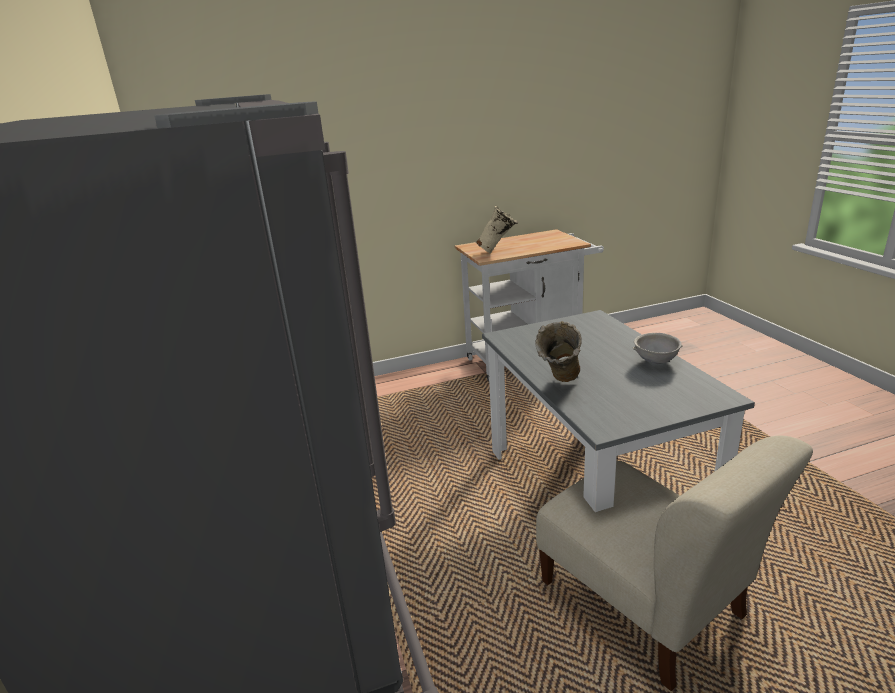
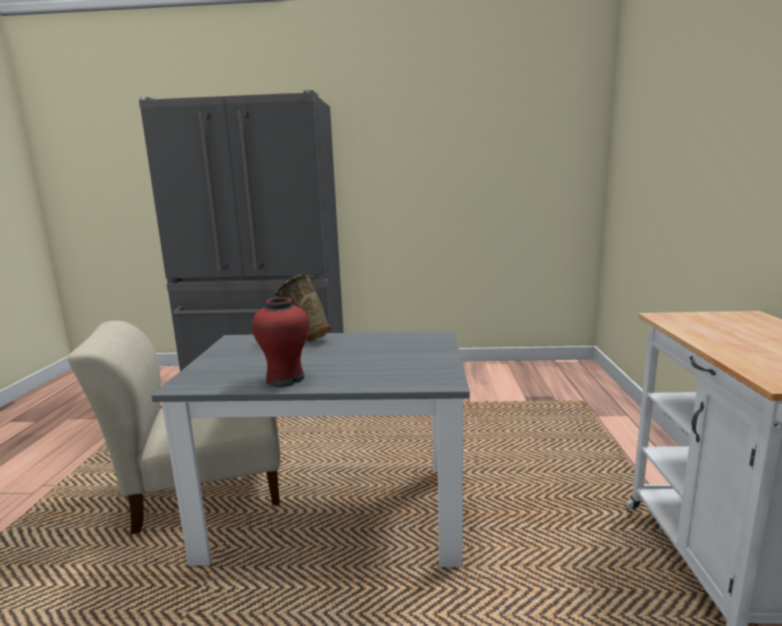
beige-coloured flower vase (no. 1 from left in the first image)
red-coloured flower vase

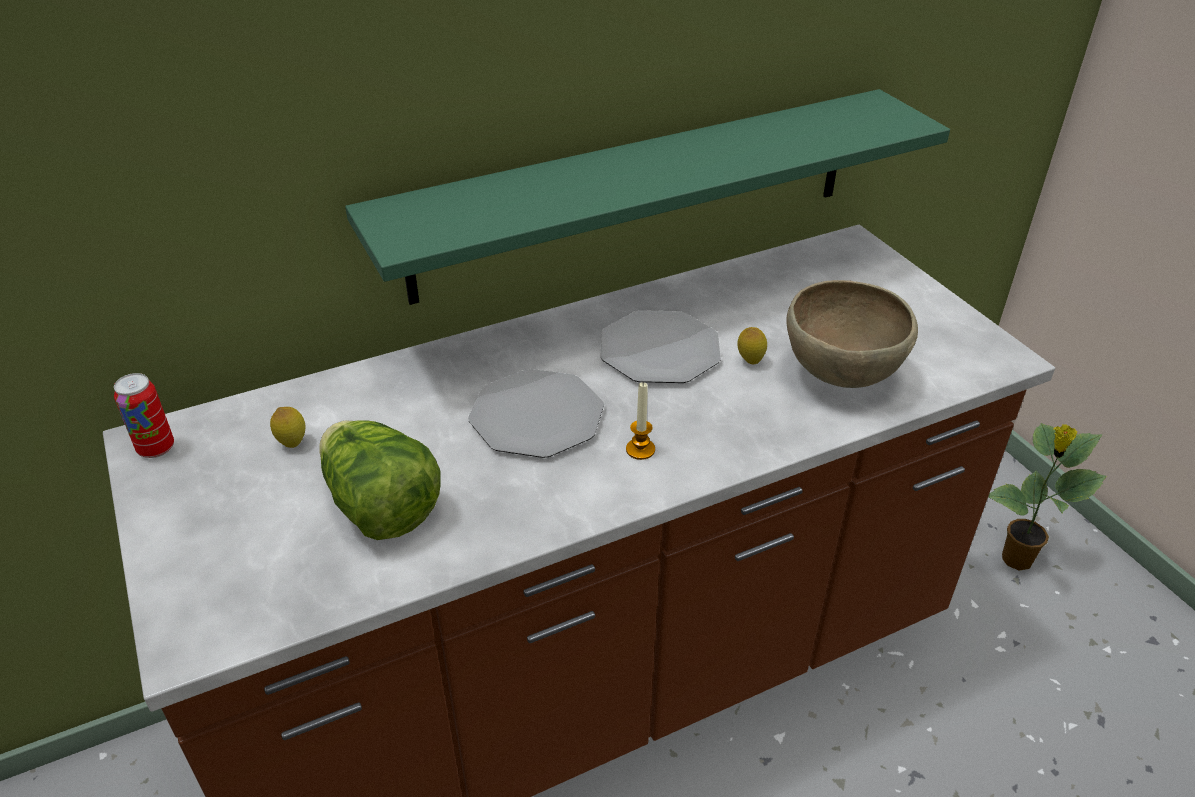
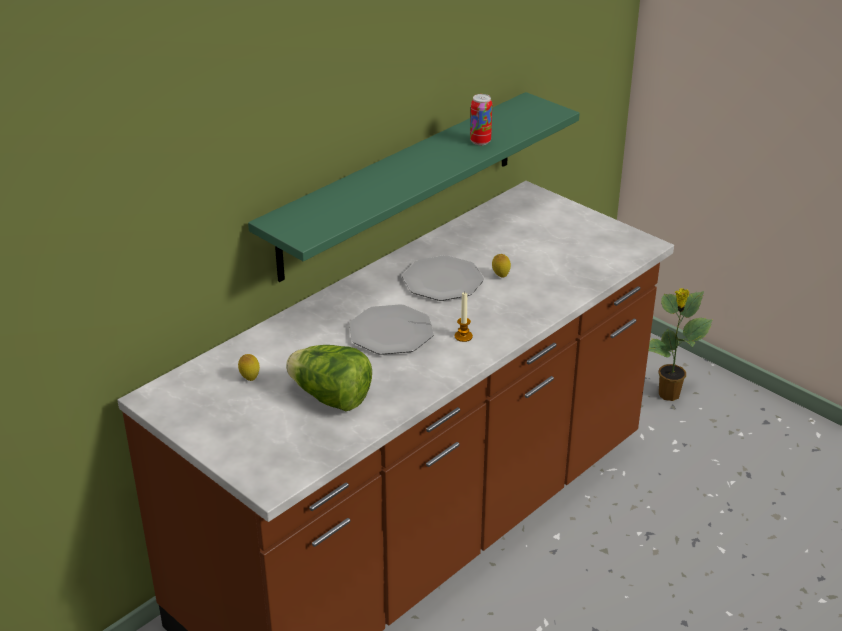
brown-coloured serving bowl
sealed can

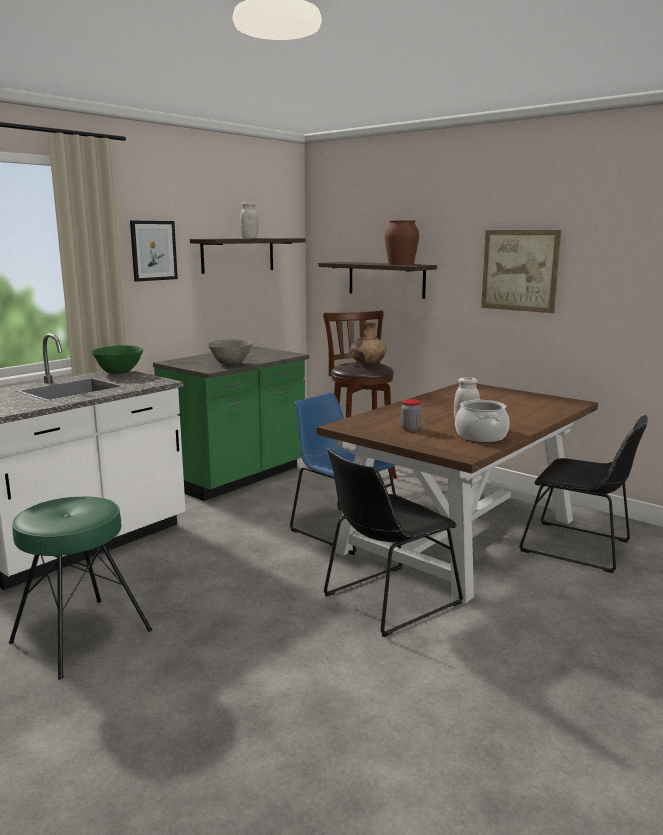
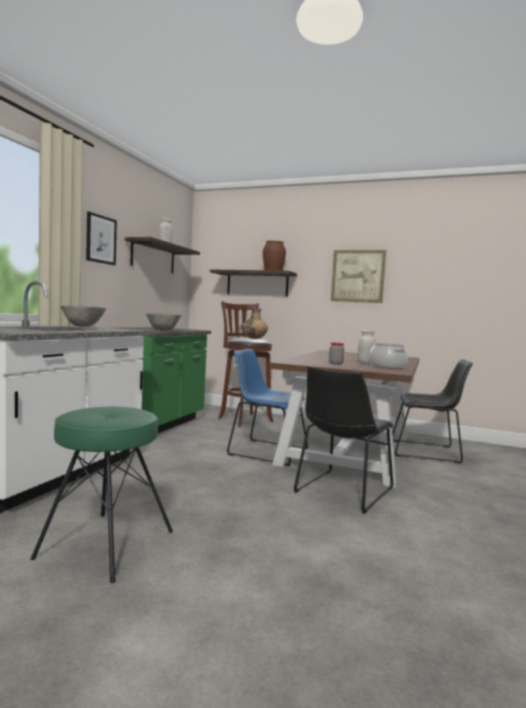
gray serving bowl (no. 1 from left)

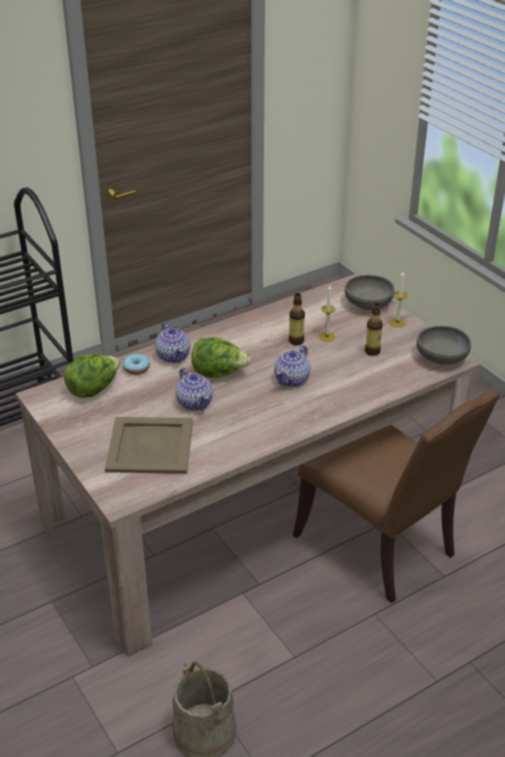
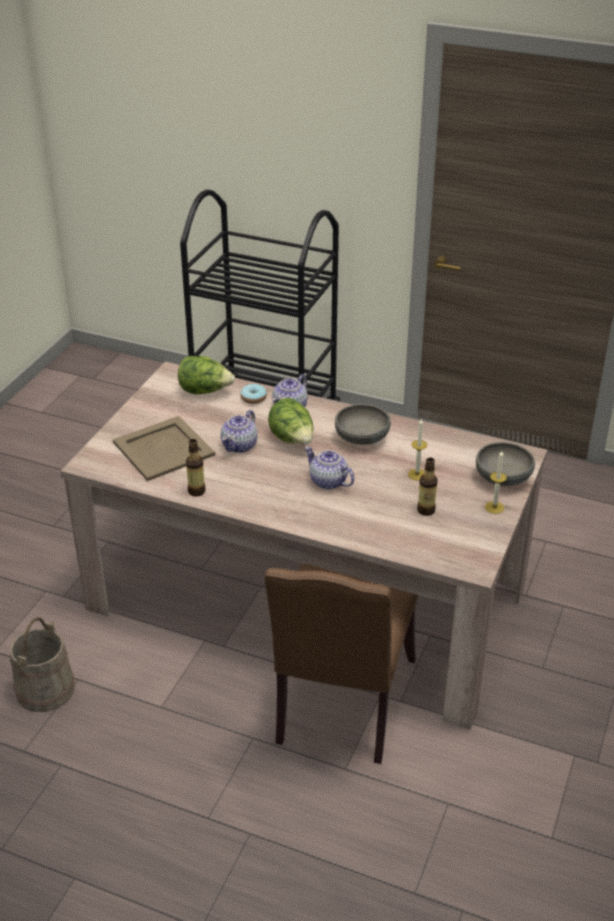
bottle (no. 1 from left)
gray serving bowl (no. 1 from left)
tea pot (no. 3 from left)

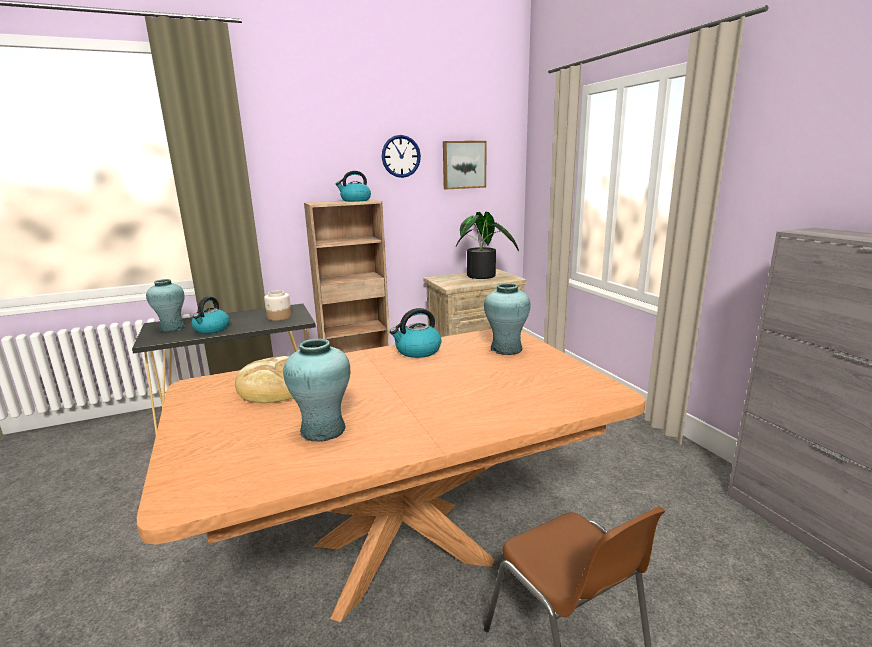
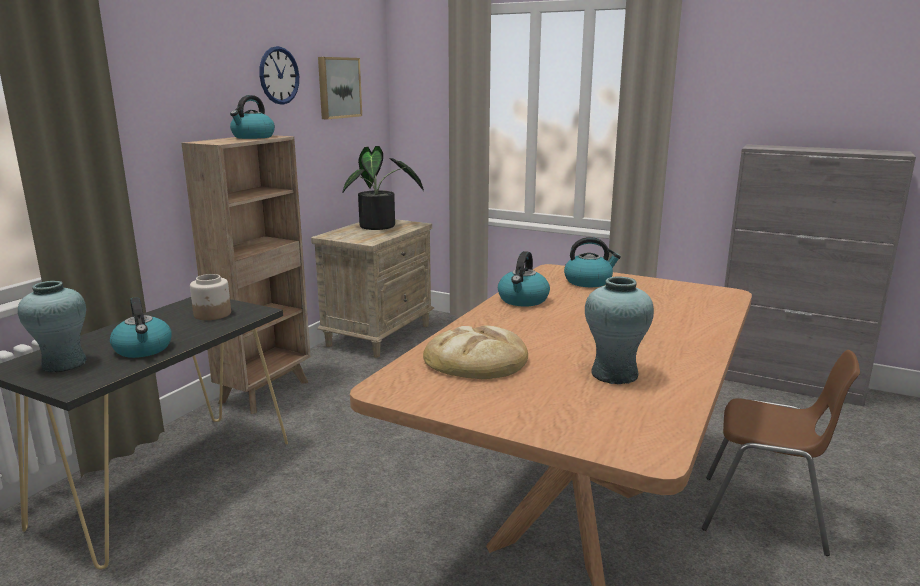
kettle (no. 4 from left)

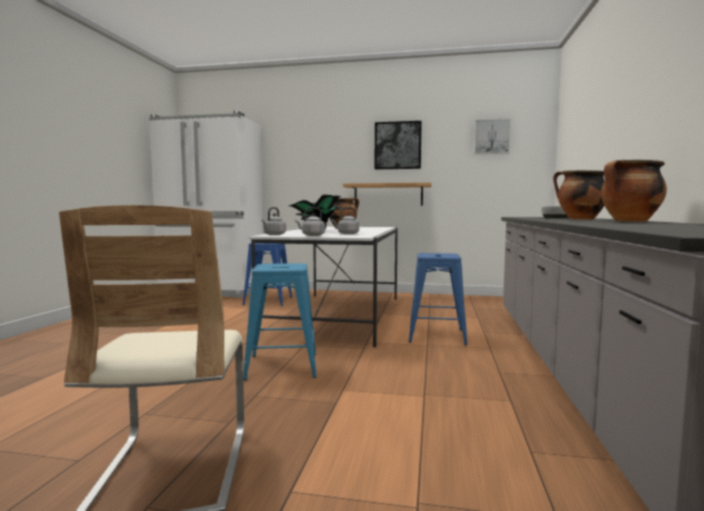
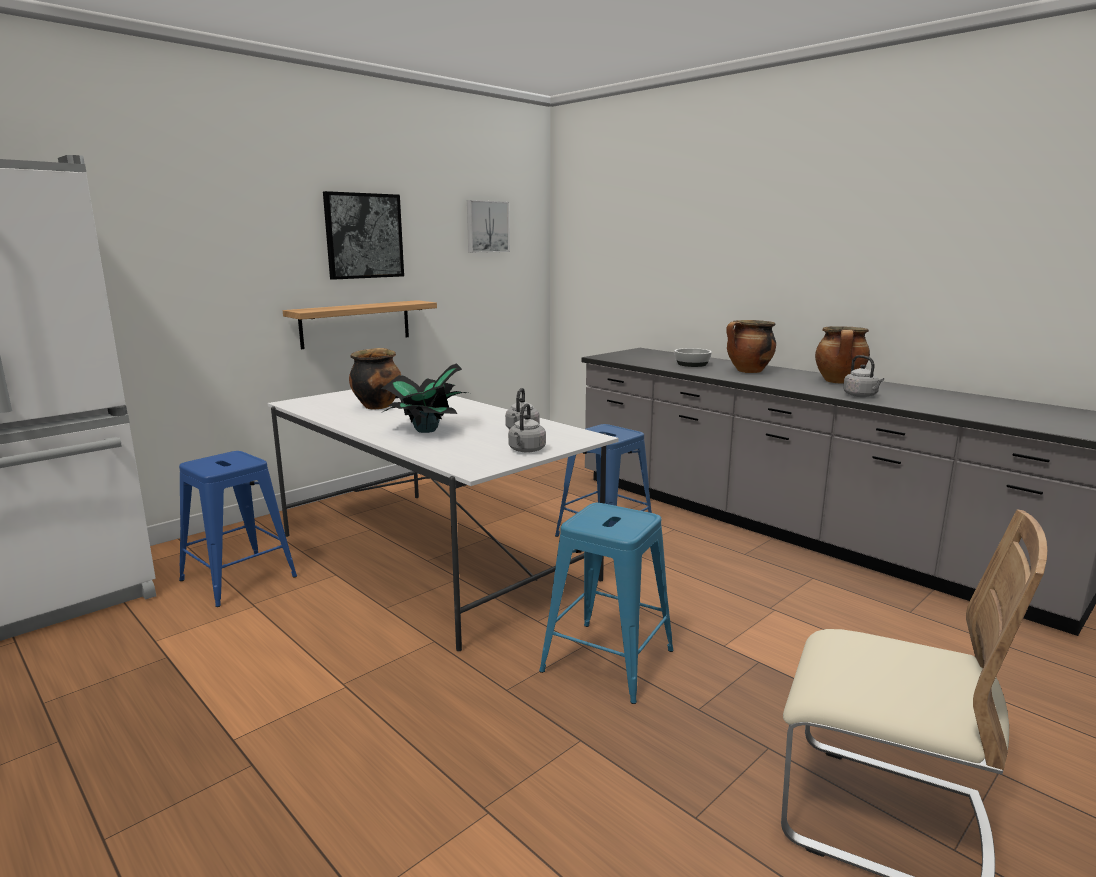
gray kettle (no. 3 from left)

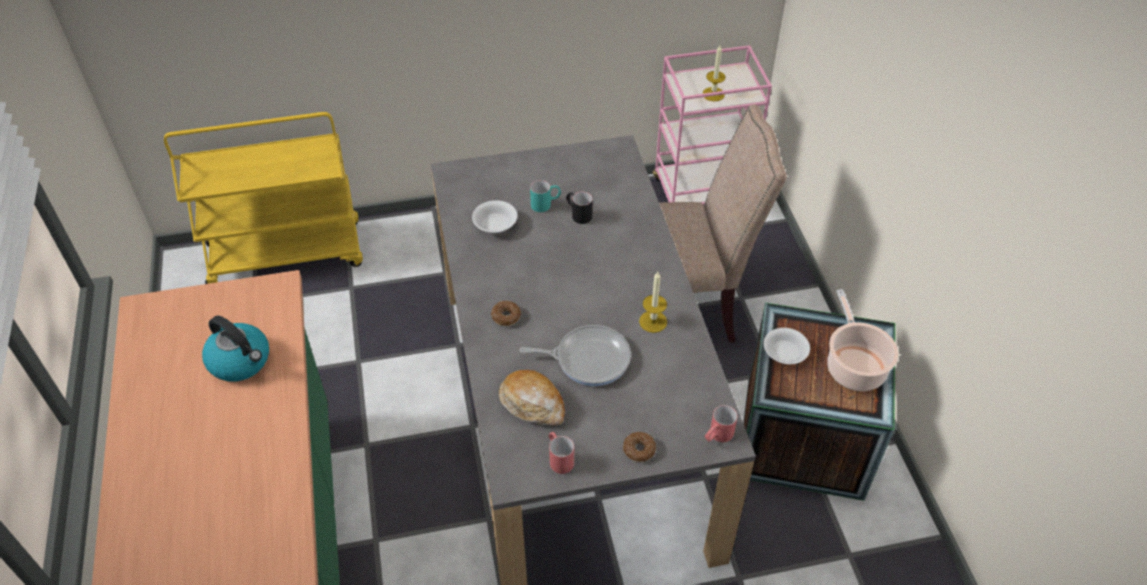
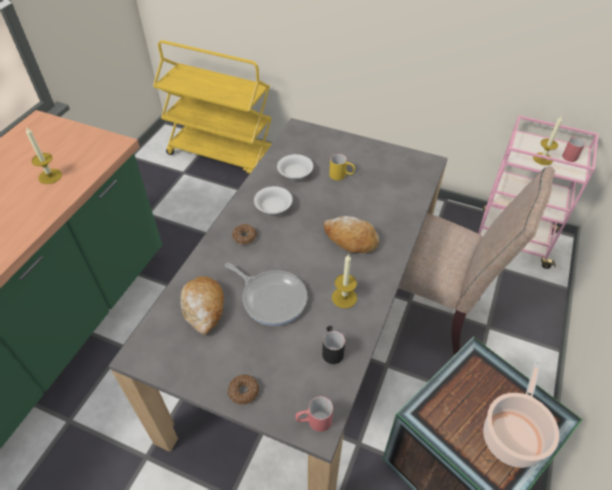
bakery bread (no. 2 from left)
red-coloured mug (no. 2 from left)
black mug
whitish serving bowl (no. 1 from left)
candle (no. 1 from left)
yellow-coloured mug

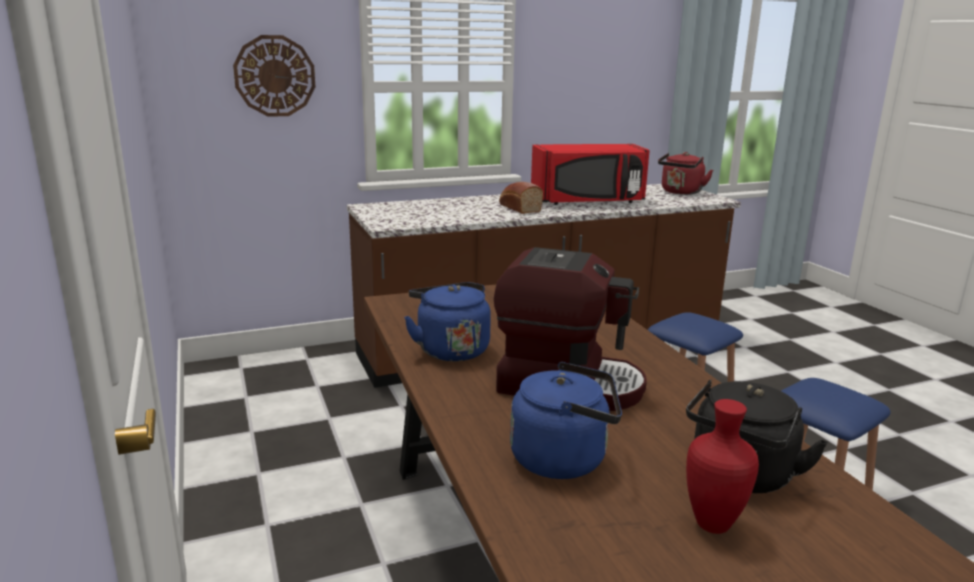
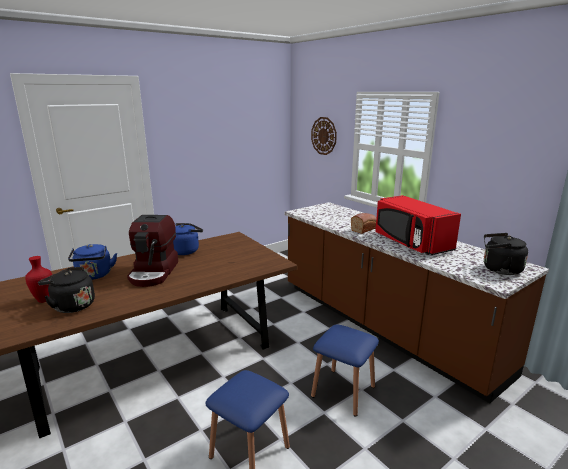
black kettle (no. 2 from left)

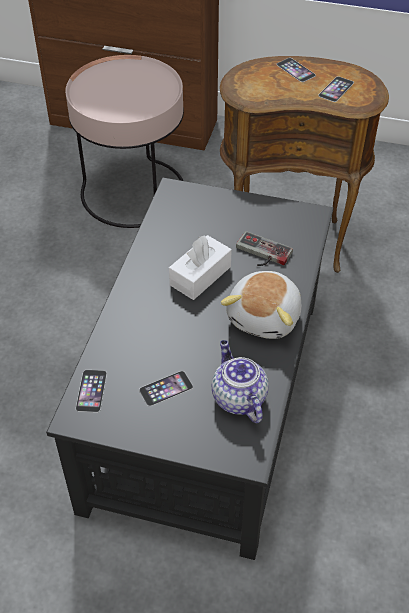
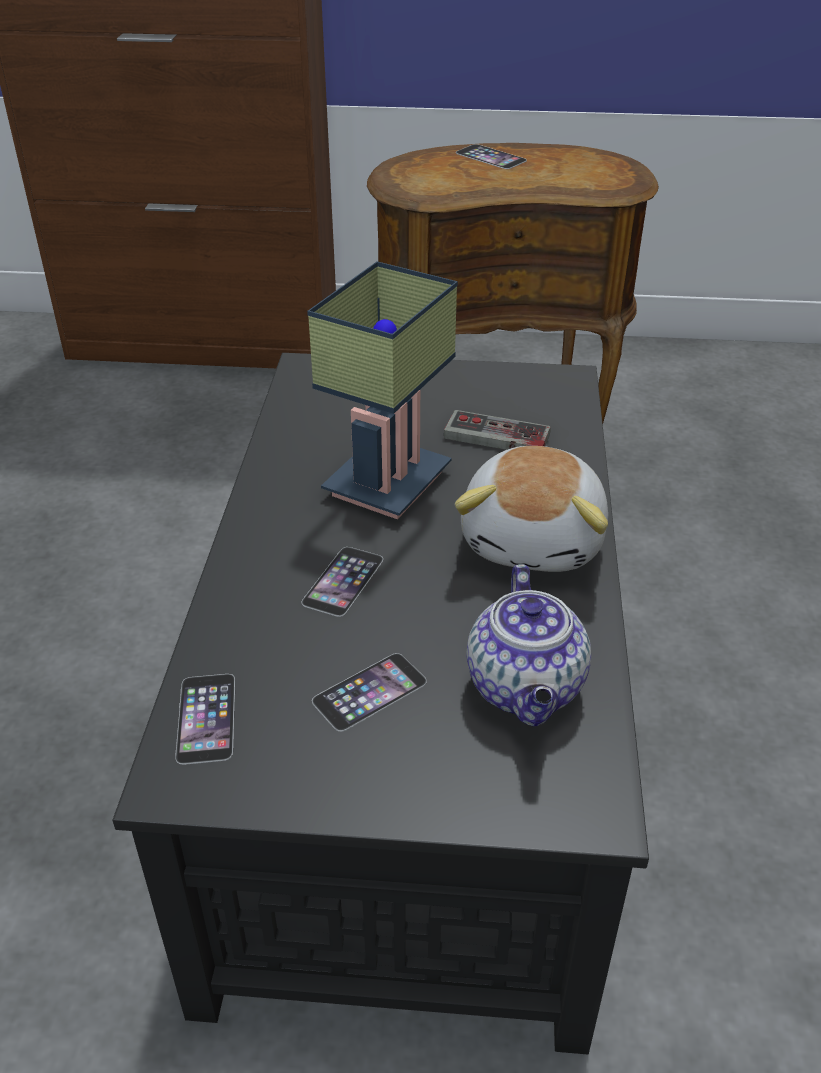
pink accent table
phone (no. 2 from left)
lamp for a table
tea pot

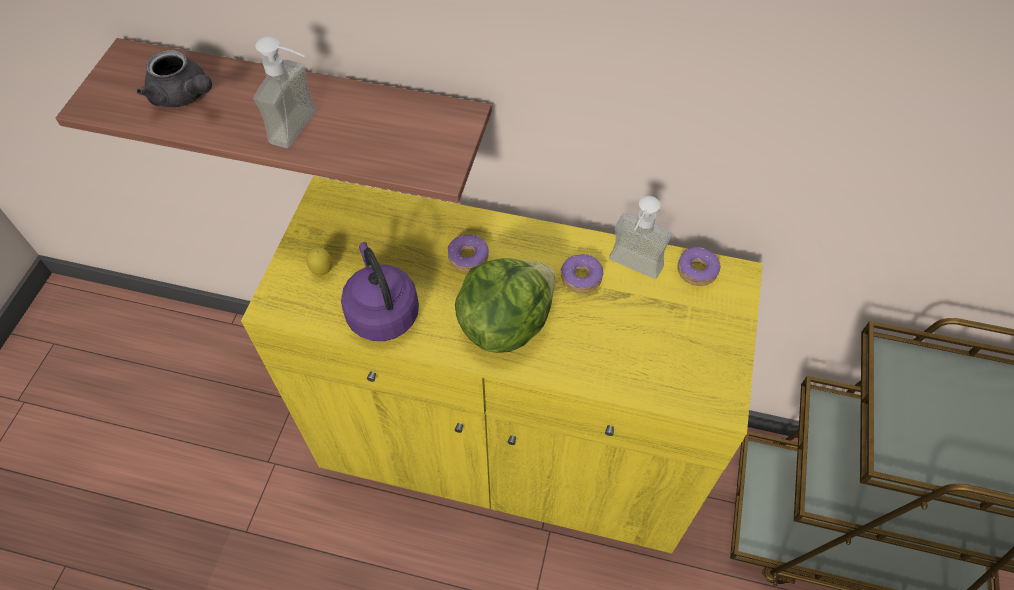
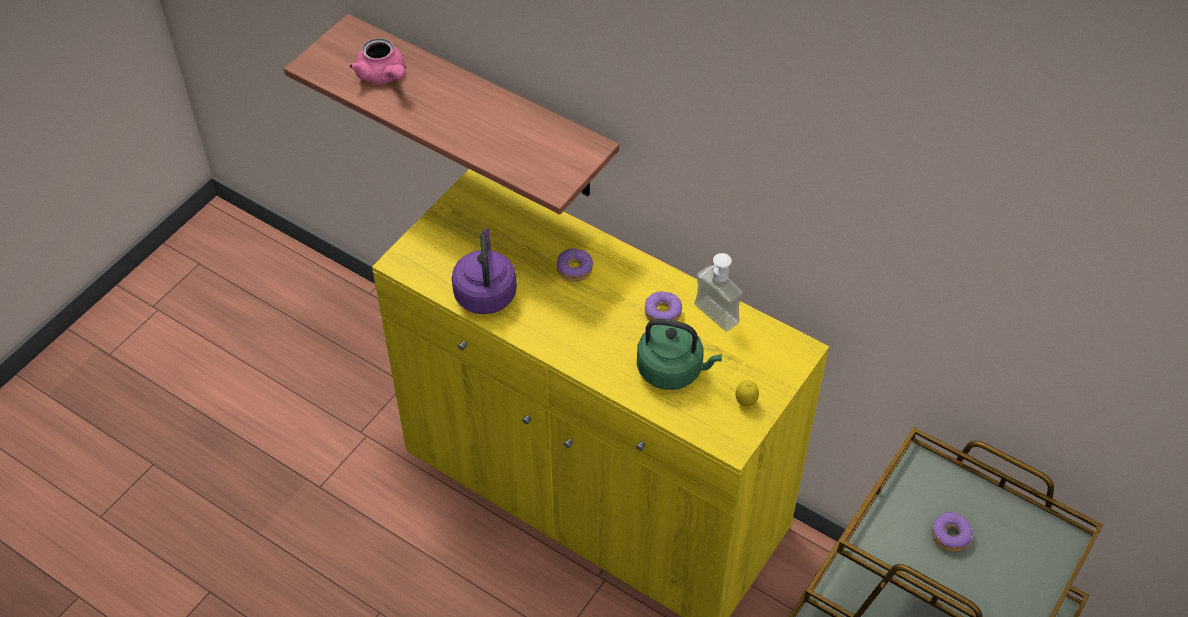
soap dispenser (no. 1 from left in the first image)
lettuce
green-coloured kettle
whole lemon
donut (no. 3 from left)
pink tea pot

